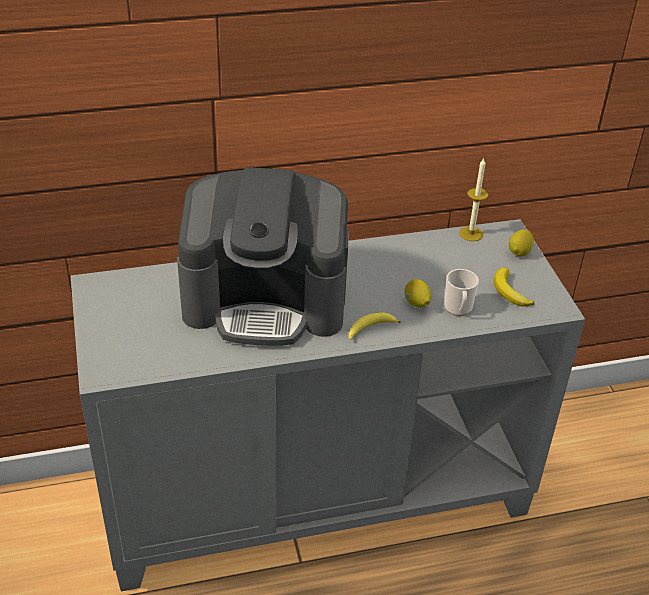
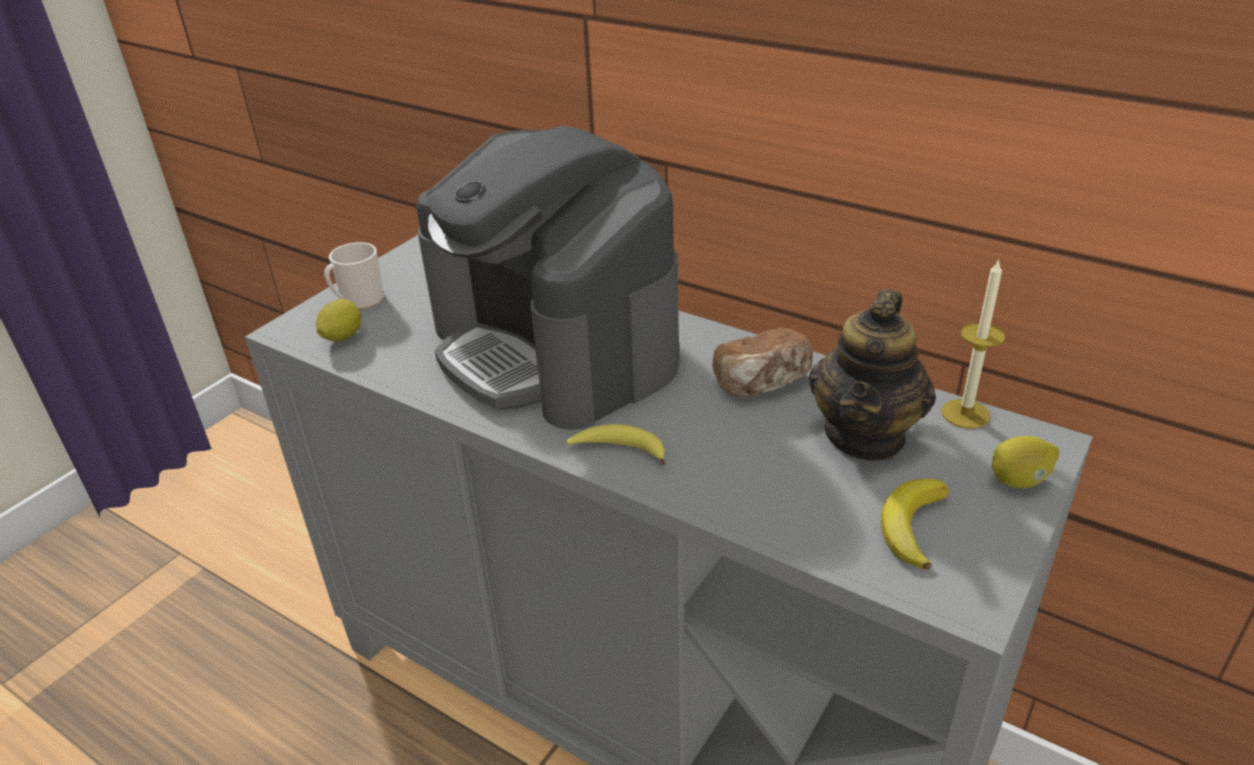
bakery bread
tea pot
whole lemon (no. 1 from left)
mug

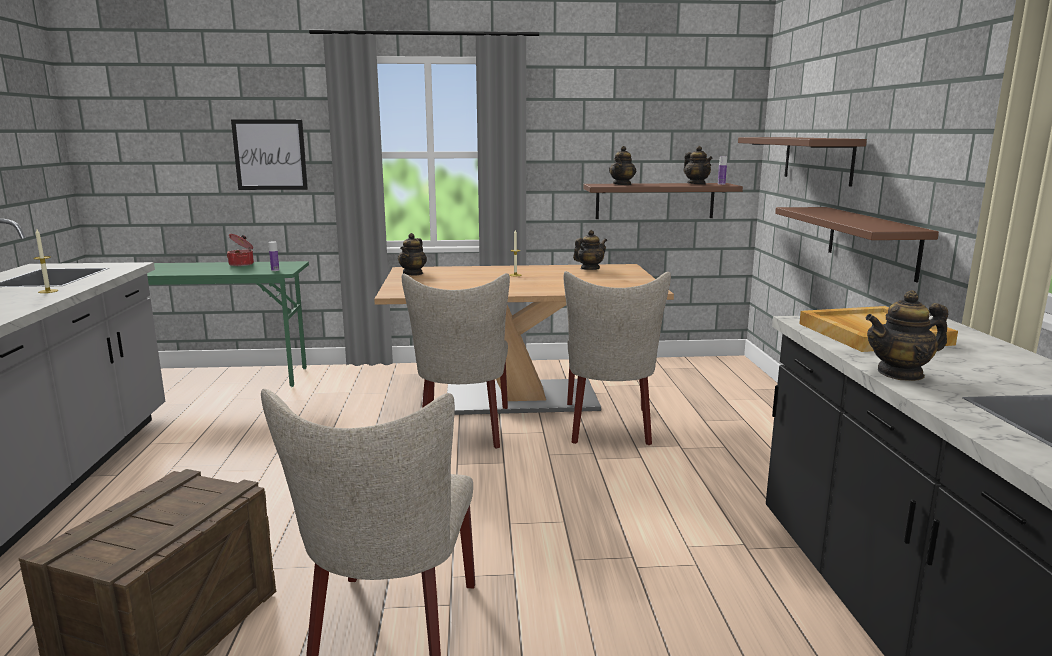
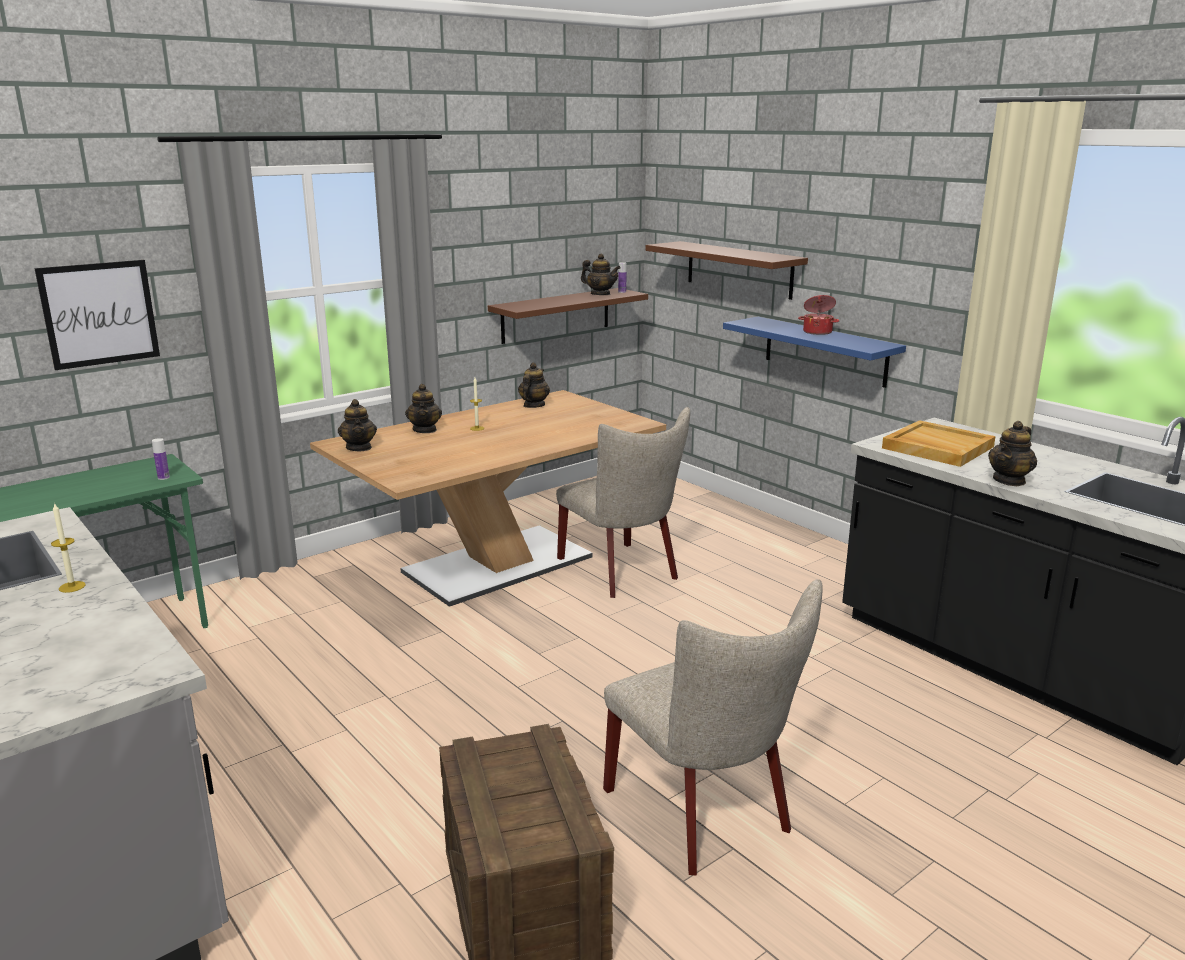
beige-coloured upright chair (no. 2 from left in the first image)
saucepot
tea pot (no. 2 from left)
blue wall shelf

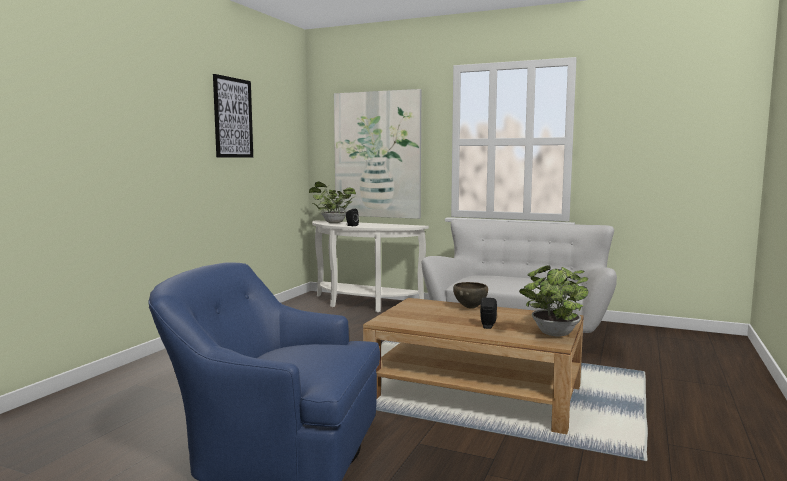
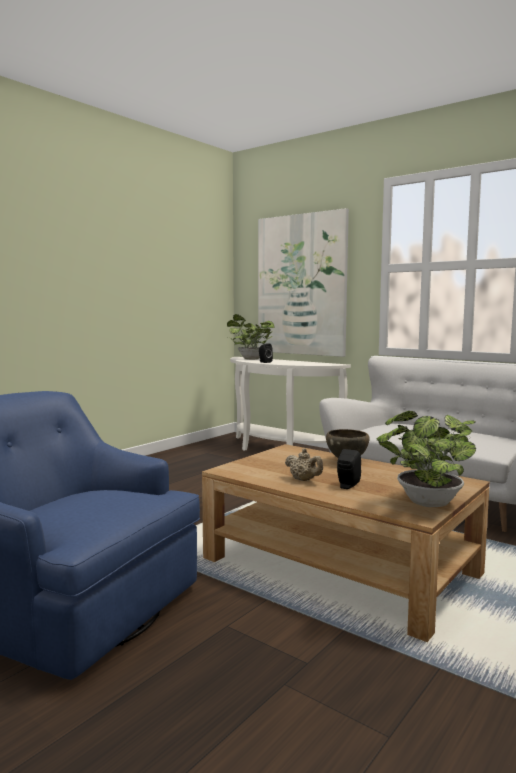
wall art (no. 1 from left in the first image)
beige-coloured tea pot

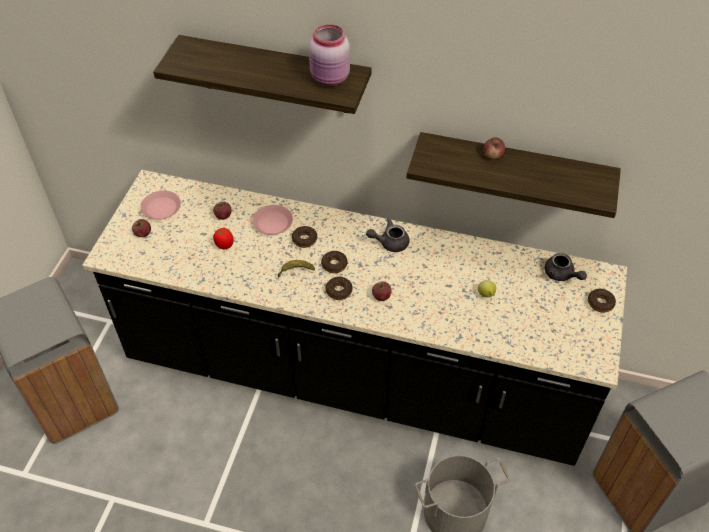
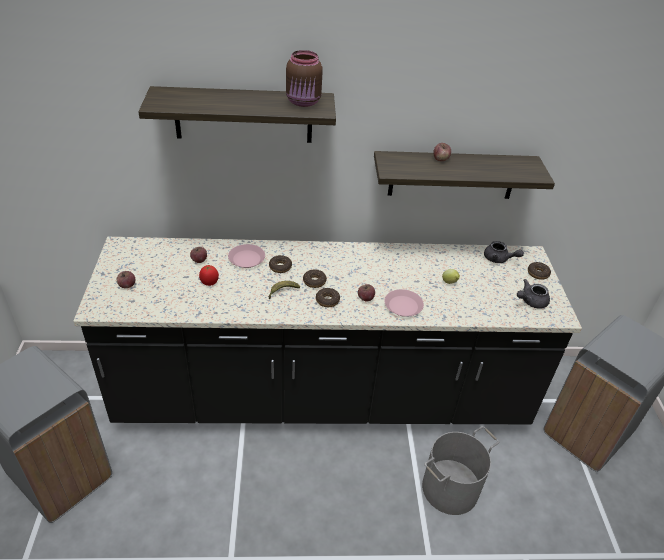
pink plate (no. 2 from left)
gray tea pot (no. 2 from left)
brown-coloured storage jar

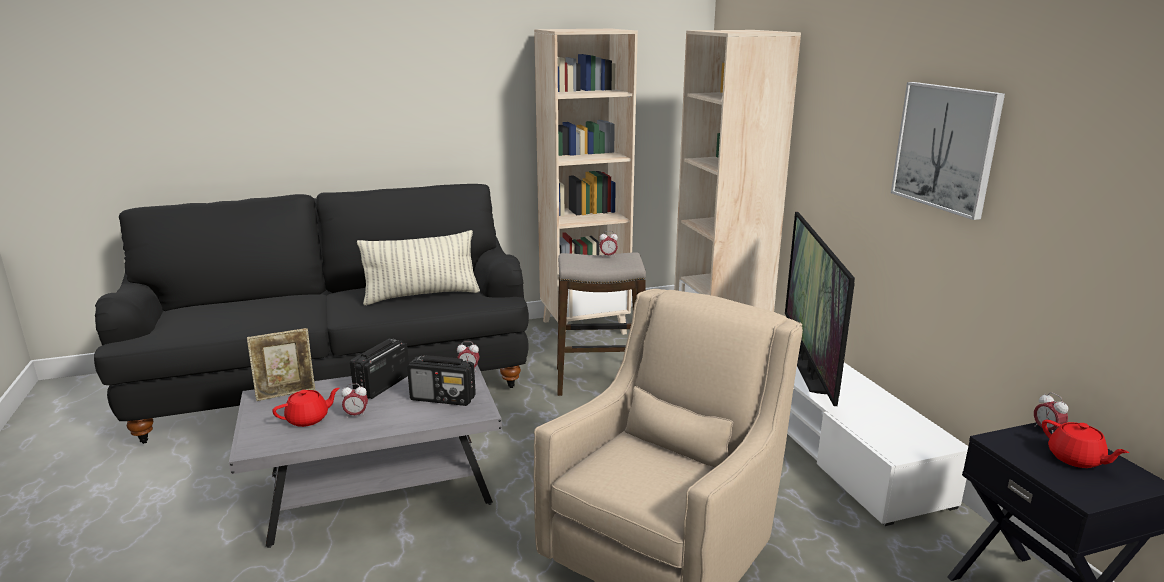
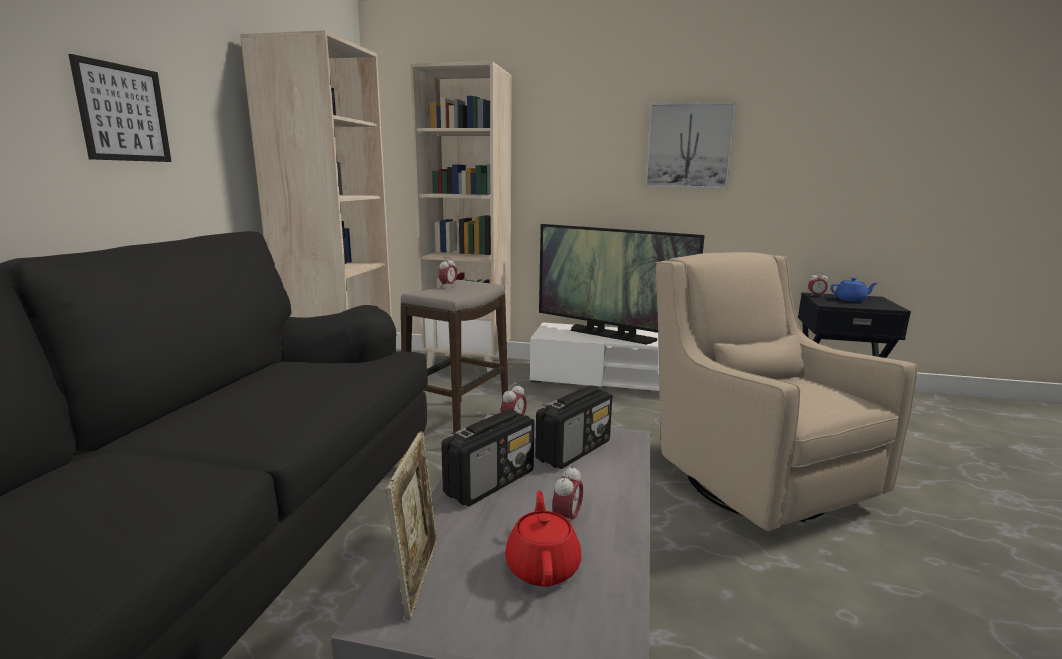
cushion
wall art (no. 1 from left)
blue tea pot
radio (no. 1 from left)

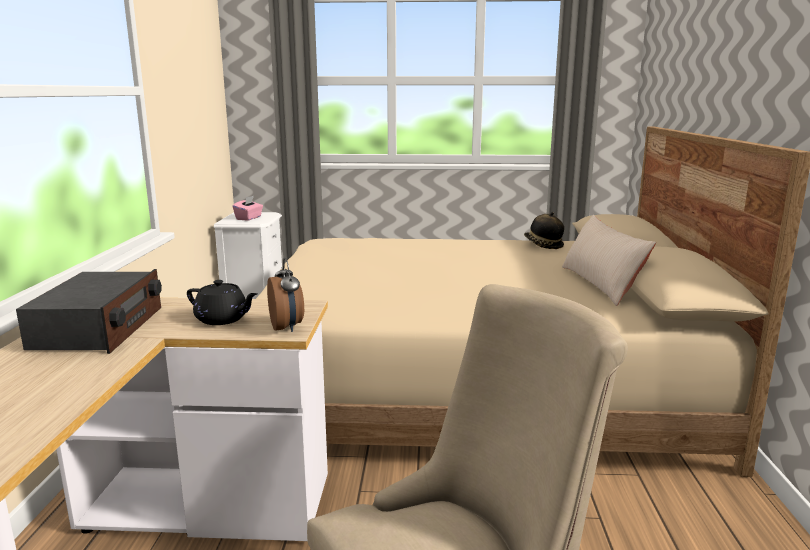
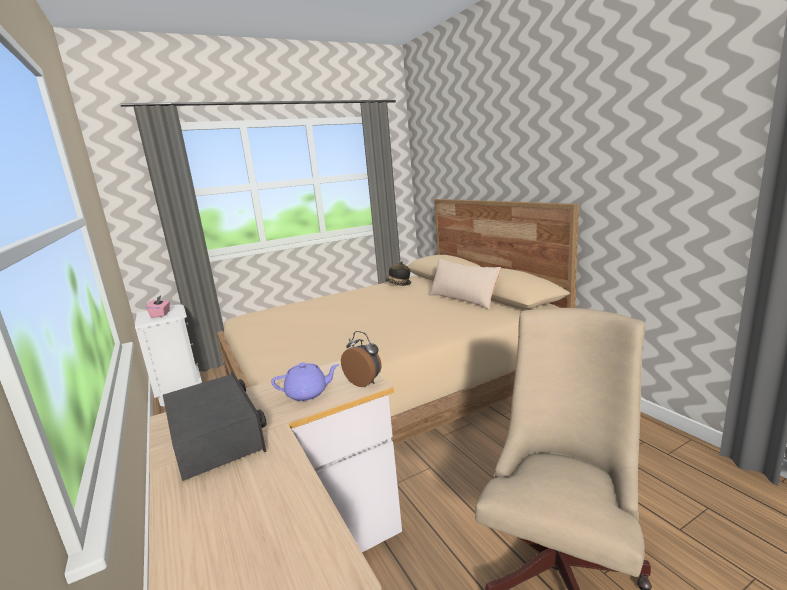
purple tea pot

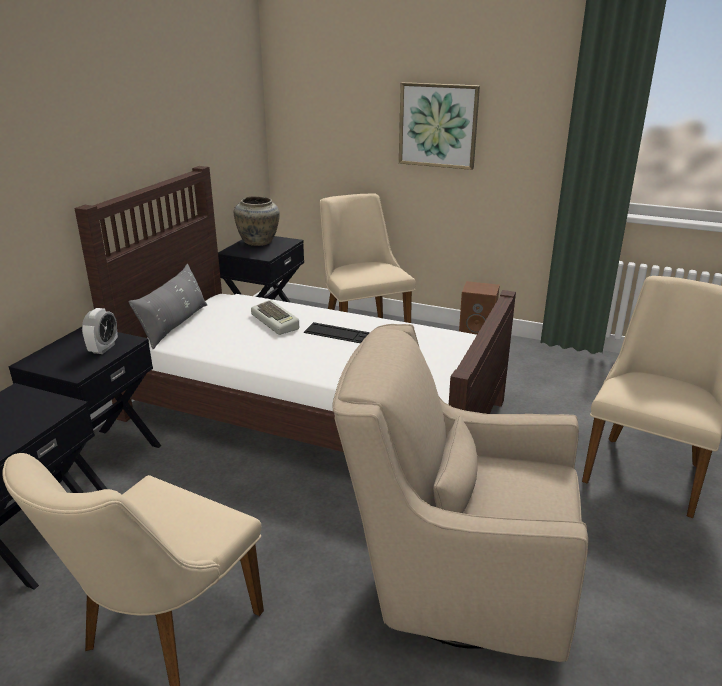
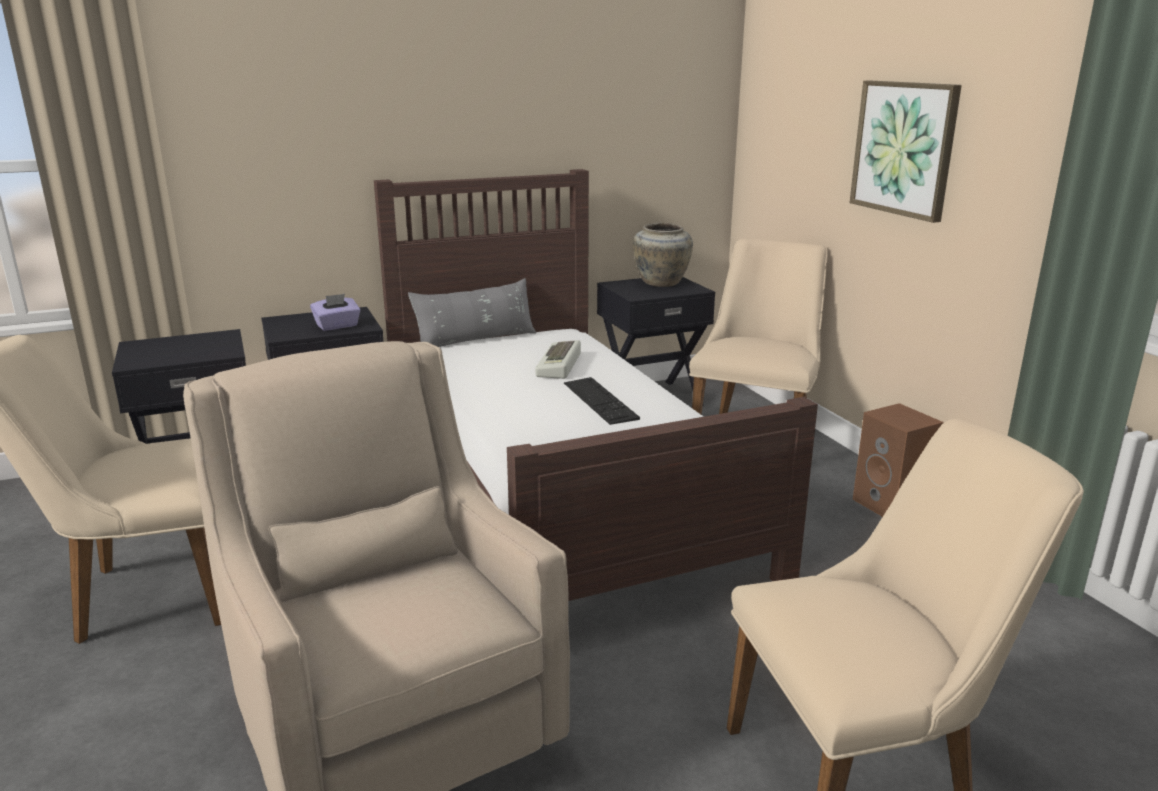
purple box of tissues

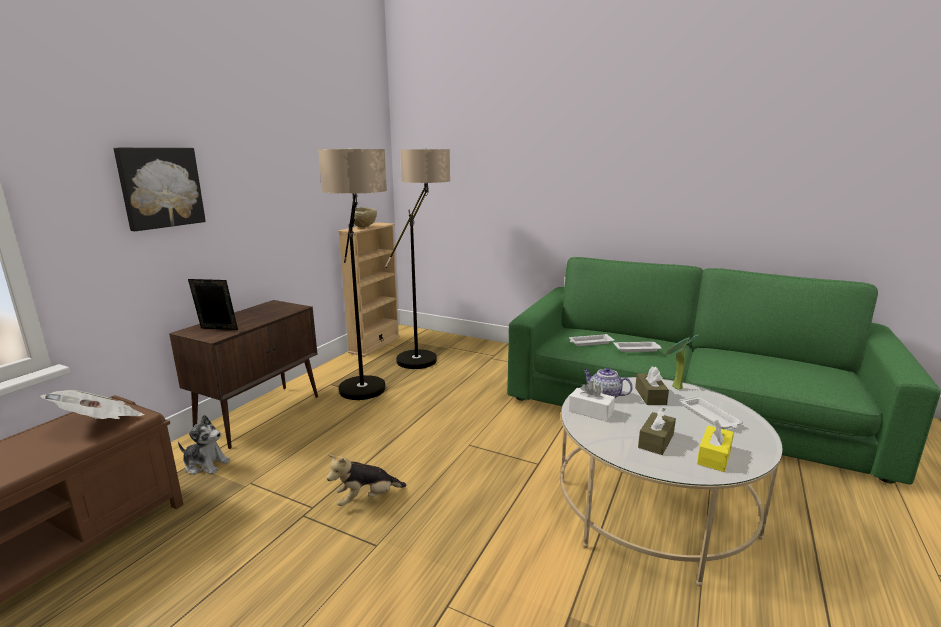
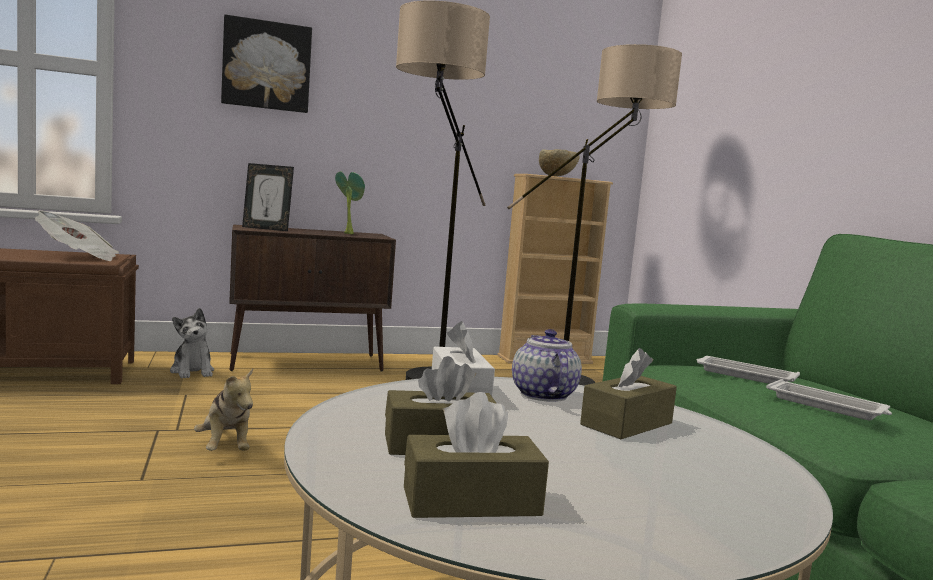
whitish carrying tray (no. 3 from left in the first image)
potted plant
brown-coloured box of tissues (no. 2 from left)
standing frame
plush toy (no. 2 from left)

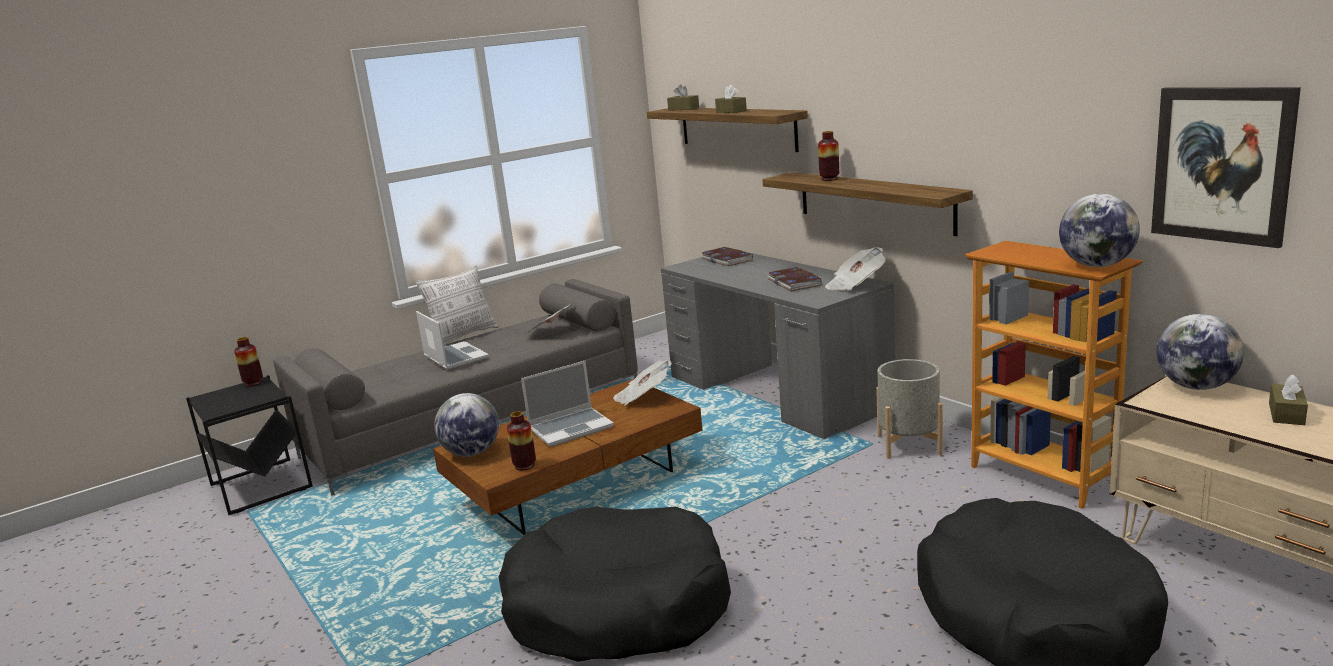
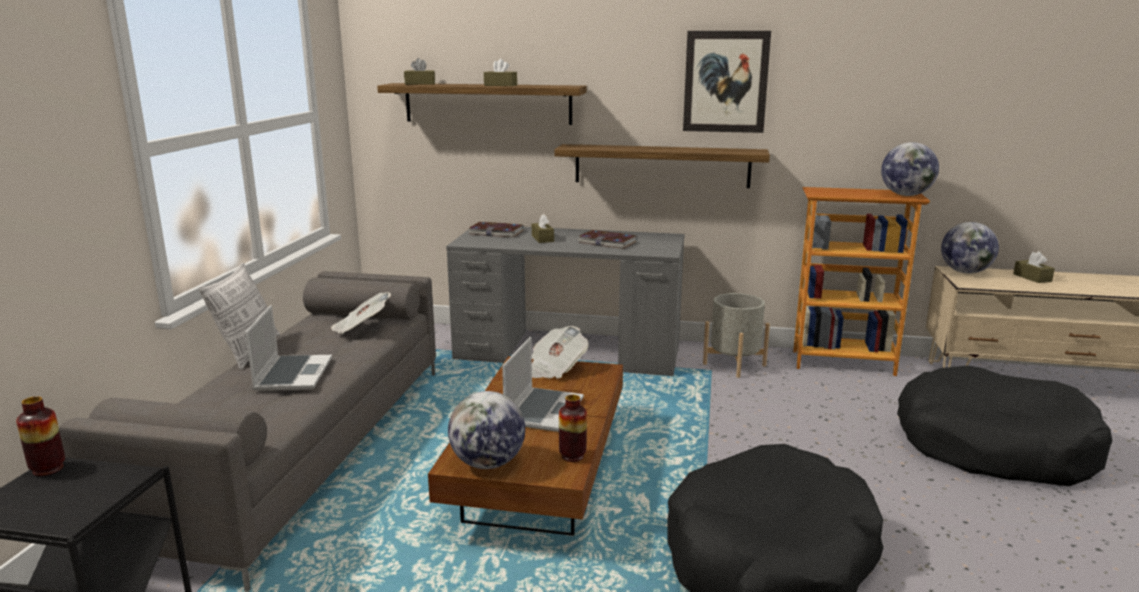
flower vase (no. 3 from left in the first image)
daily paper (no. 3 from left in the first image)
brown-coloured box of tissues (no. 3 from left)
wall art
portable computer (no. 1 from left)

